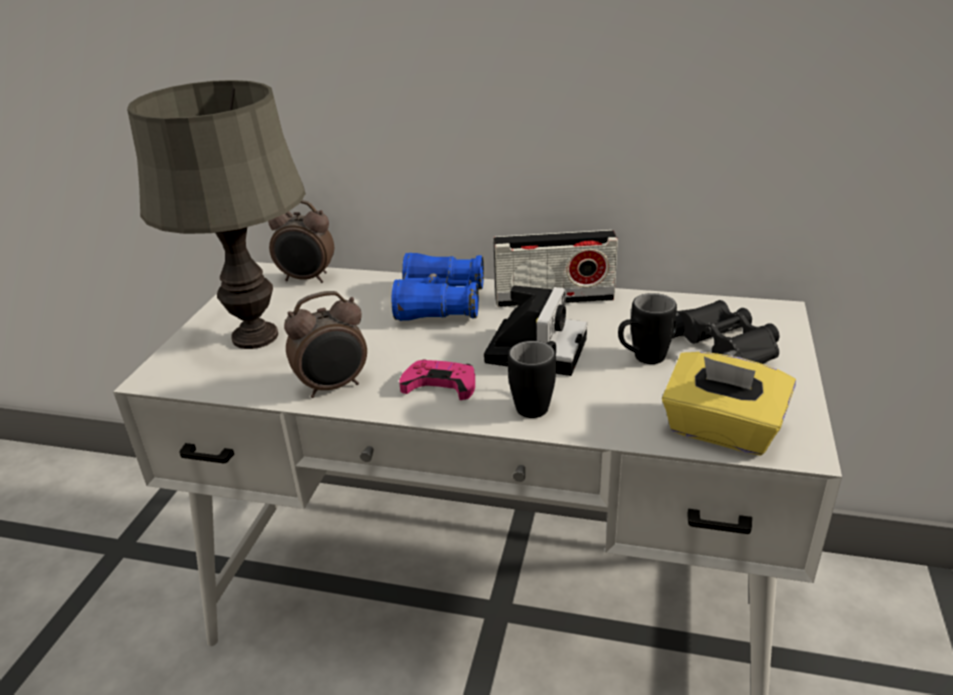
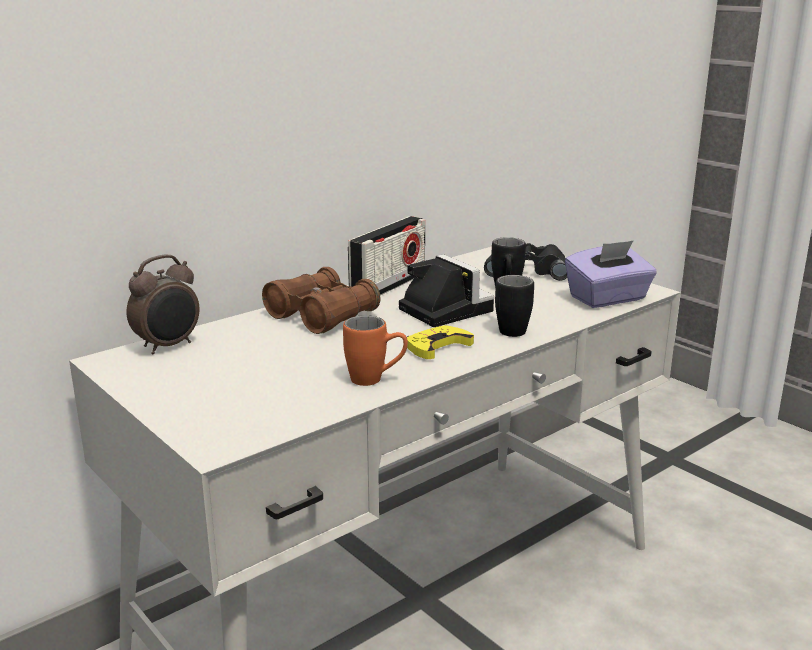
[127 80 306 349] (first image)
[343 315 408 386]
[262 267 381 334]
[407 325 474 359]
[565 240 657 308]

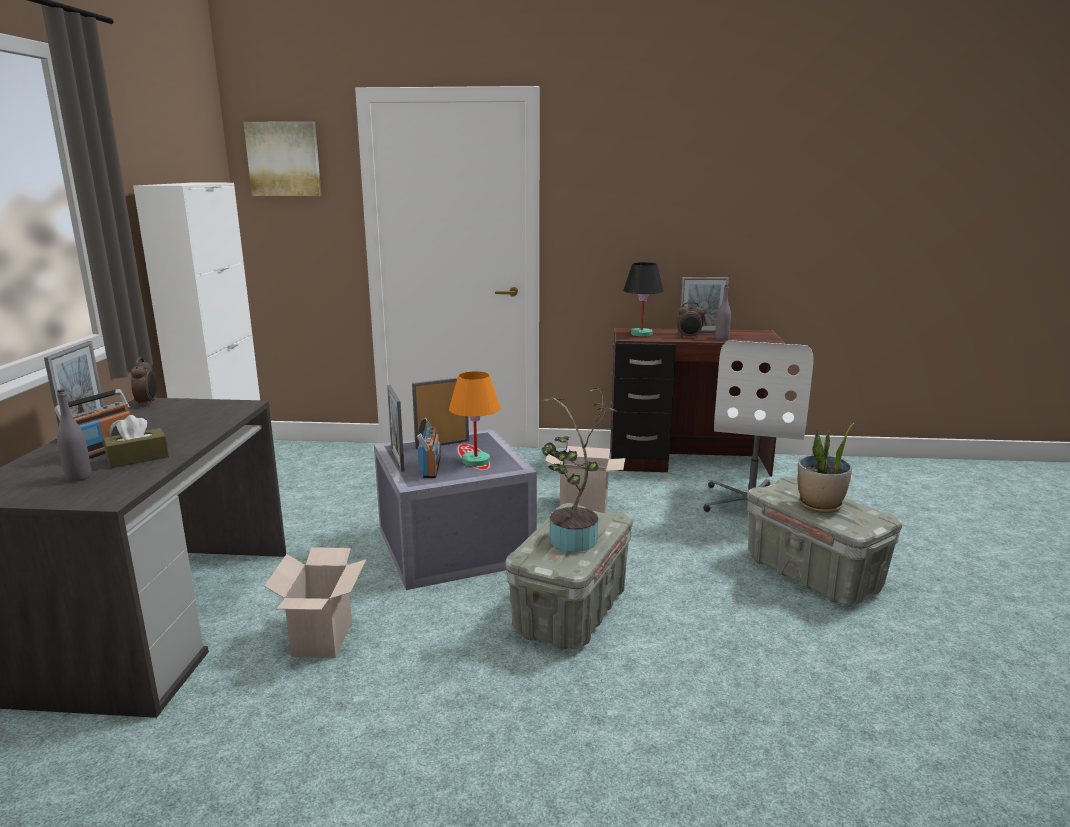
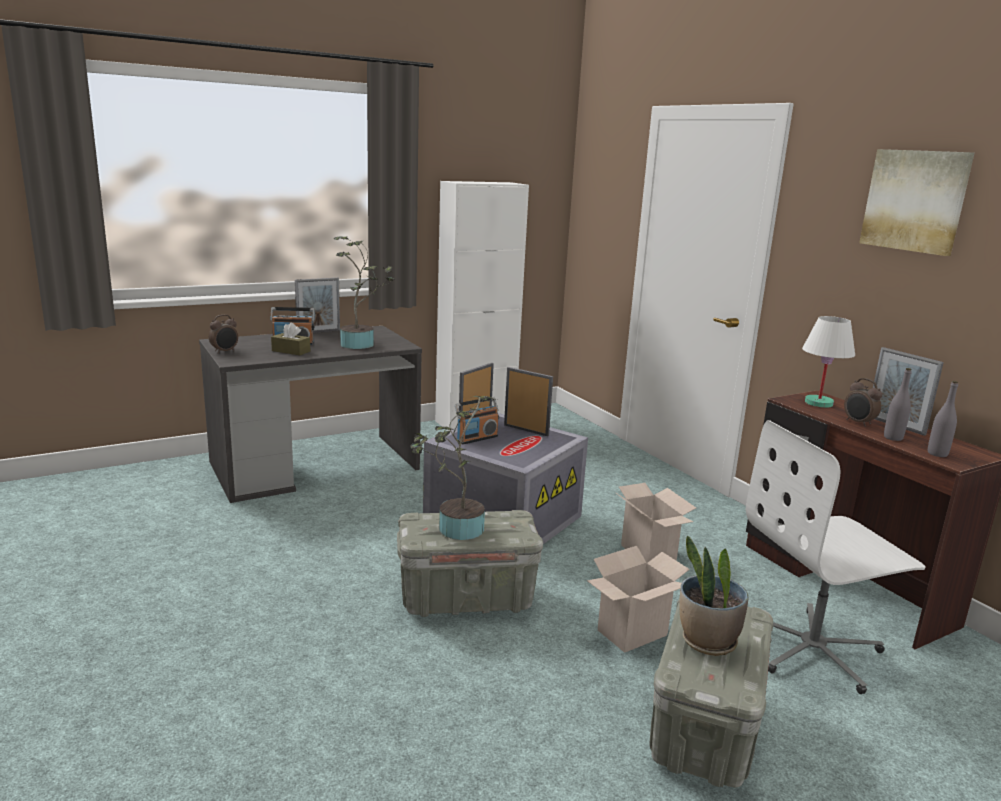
[449 371 500 466] (first image)
[334 236 394 349]
[928 381 958 457]
[209 315 238 354]
[859 149 974 256]
[587 546 690 653]
[802 316 855 408]

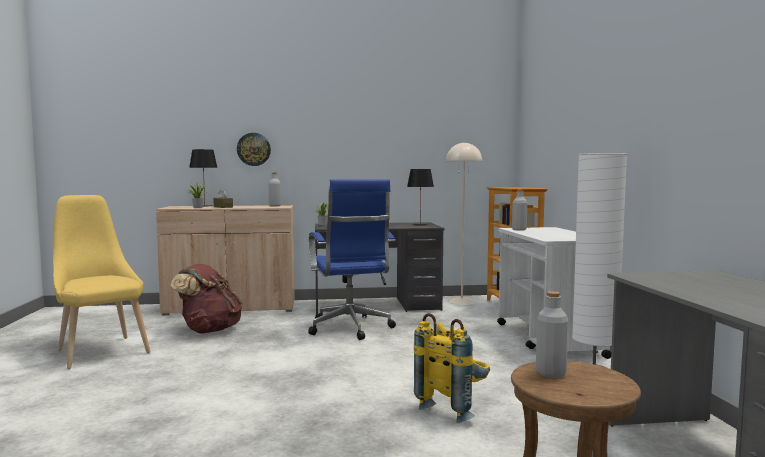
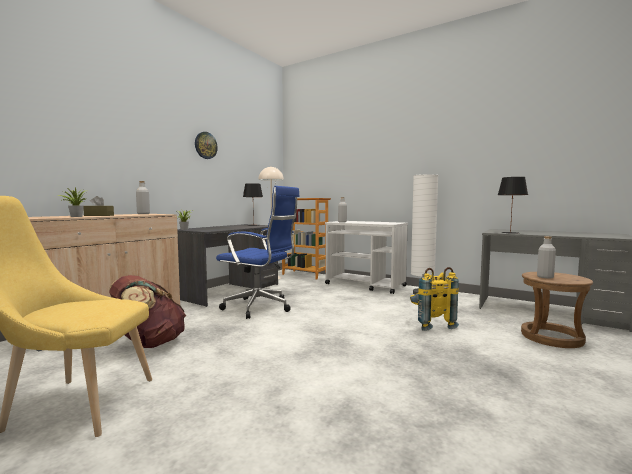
[498 177 528 234]
[195 132 218 159]

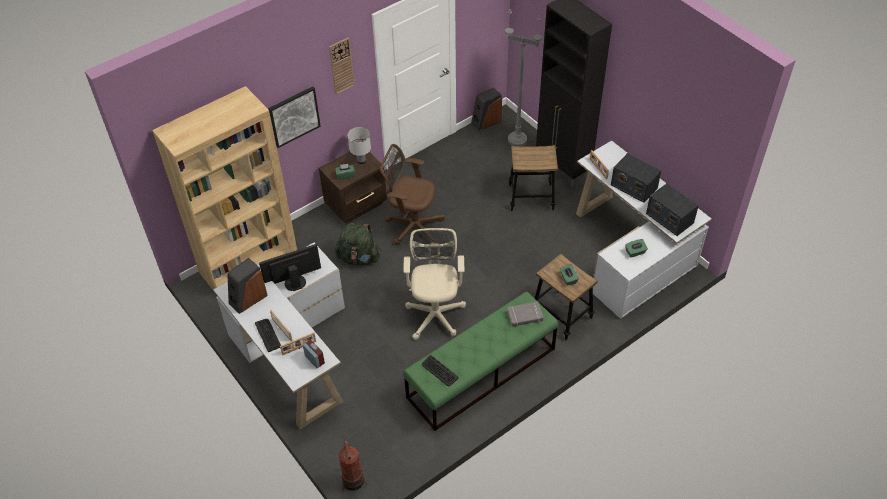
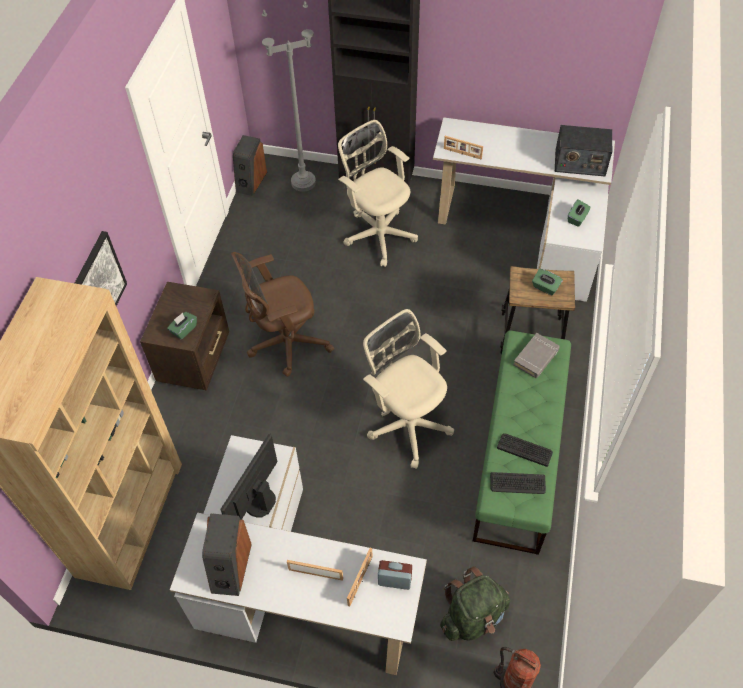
[329 37 355 95] (first image)
[348 127 371 164] (first image)
[611 153 661 203] (first image)
[497 433 553 467]
[440 566 510 641]
[338 120 418 267]

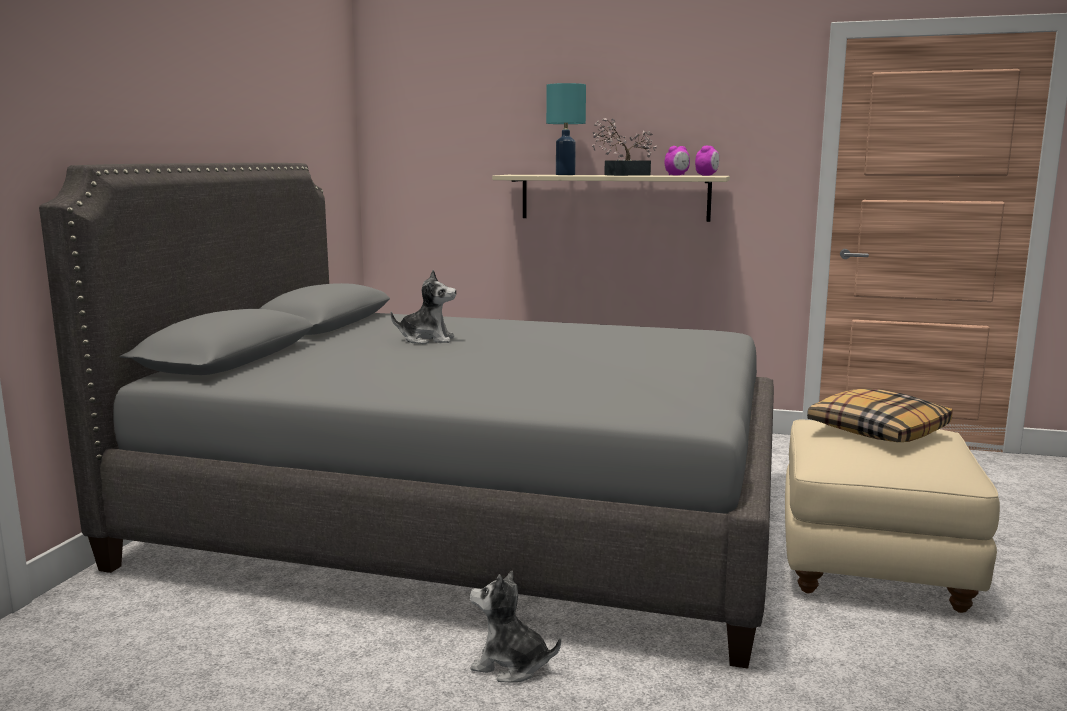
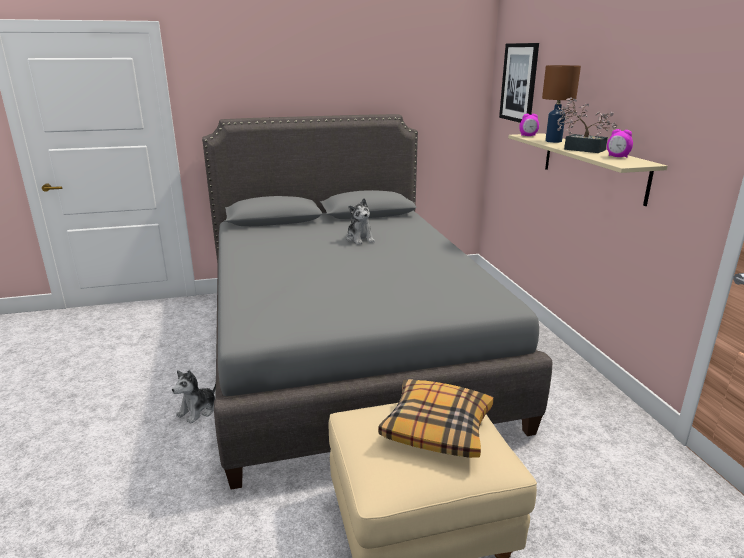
[499 43 539 123]
[519 114 539 136]
[542 65 581 143]
[172 370 216 424]

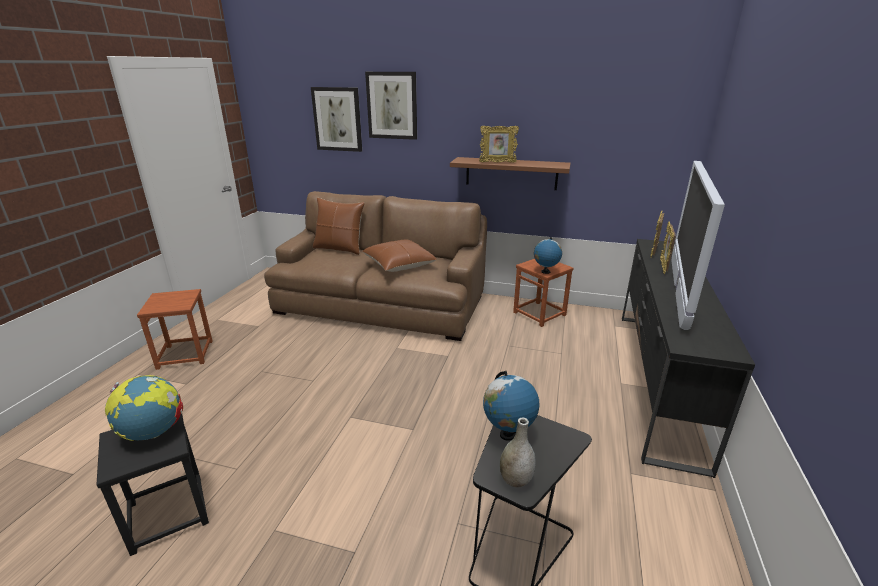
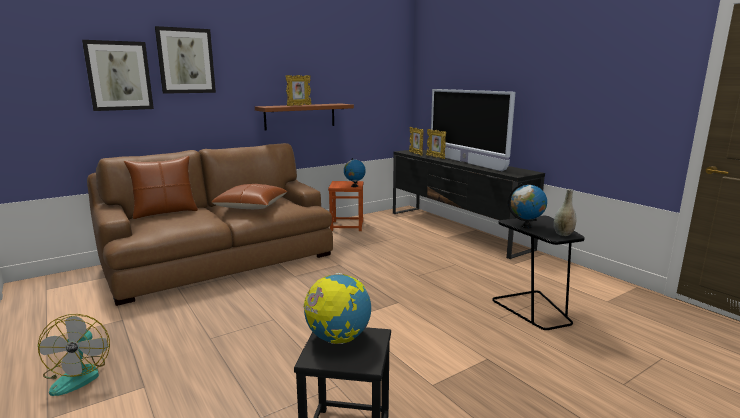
[38 314 110 396]

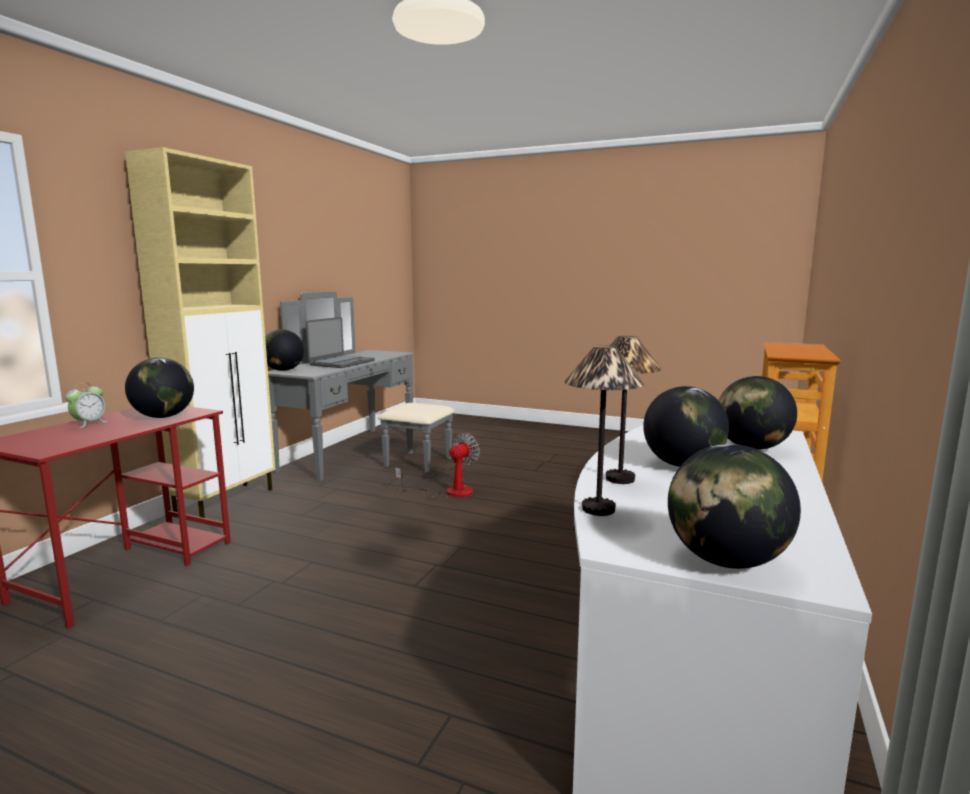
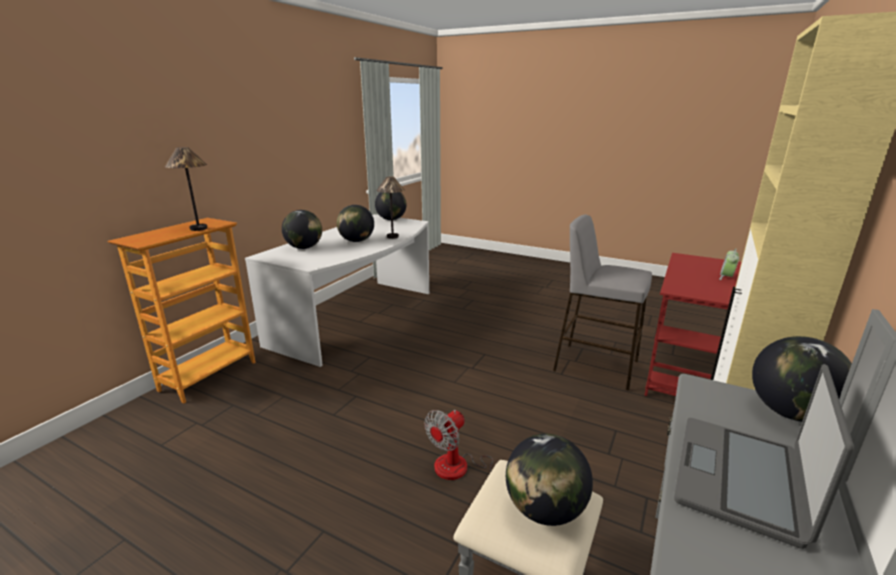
[553 214 652 391]
[506 434 593 526]
[165 147 207 231]

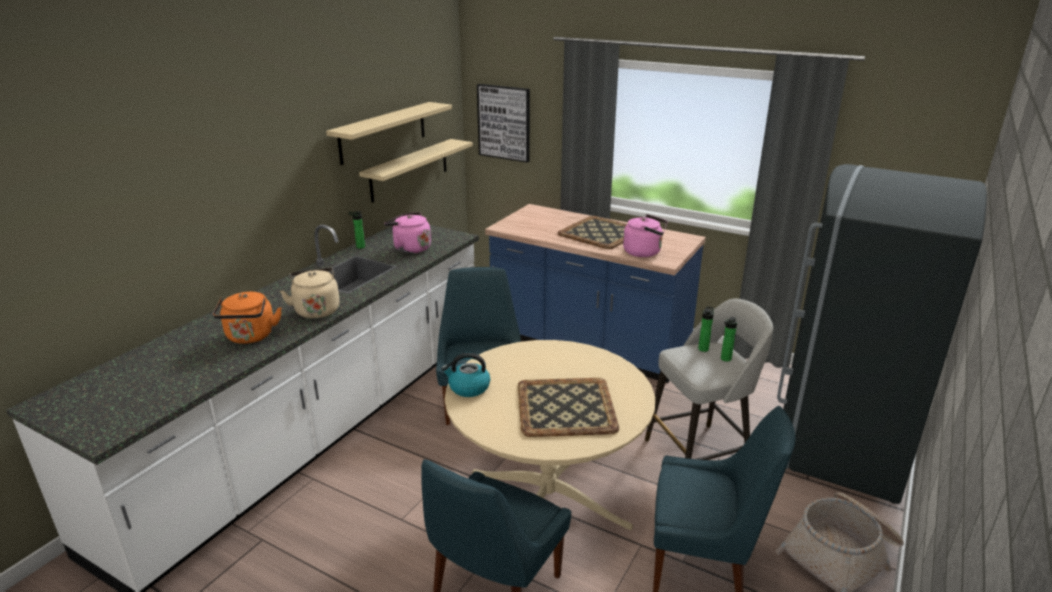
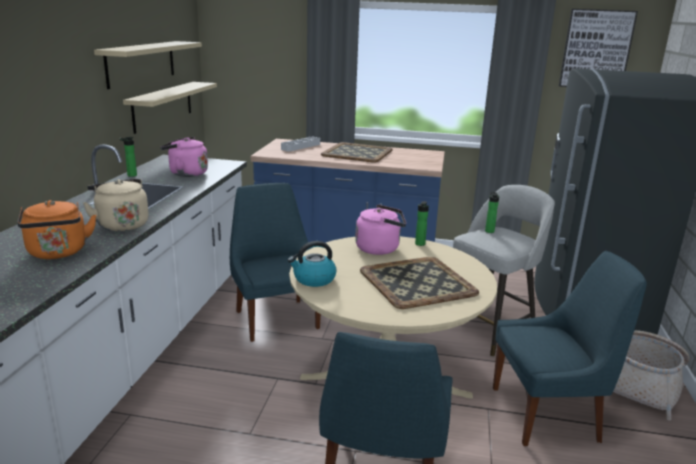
[281 137 320 151]
[559 9 638 87]
[355 204 406 255]
[415 201 429 246]

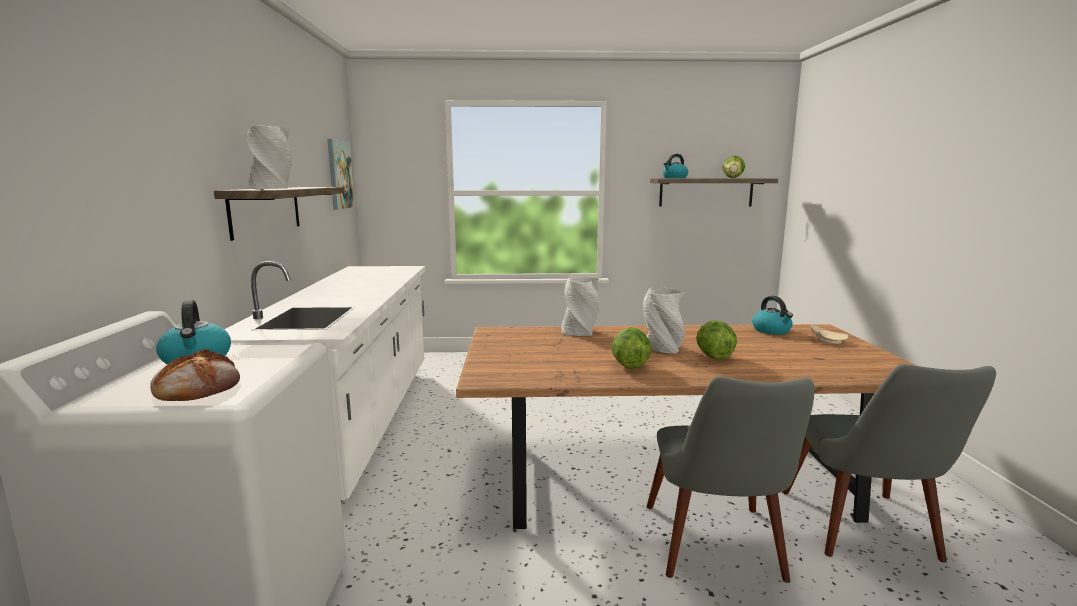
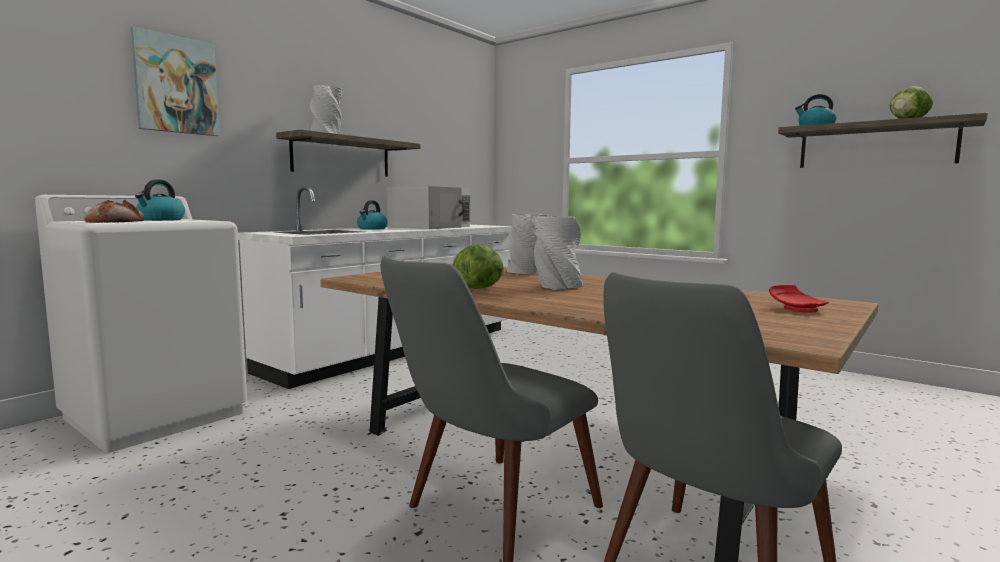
[696 320 737 360] (first image)
[387 186 470 229]
[131 27 220 136]
[357 200 388 230]
[769 285 829 313]

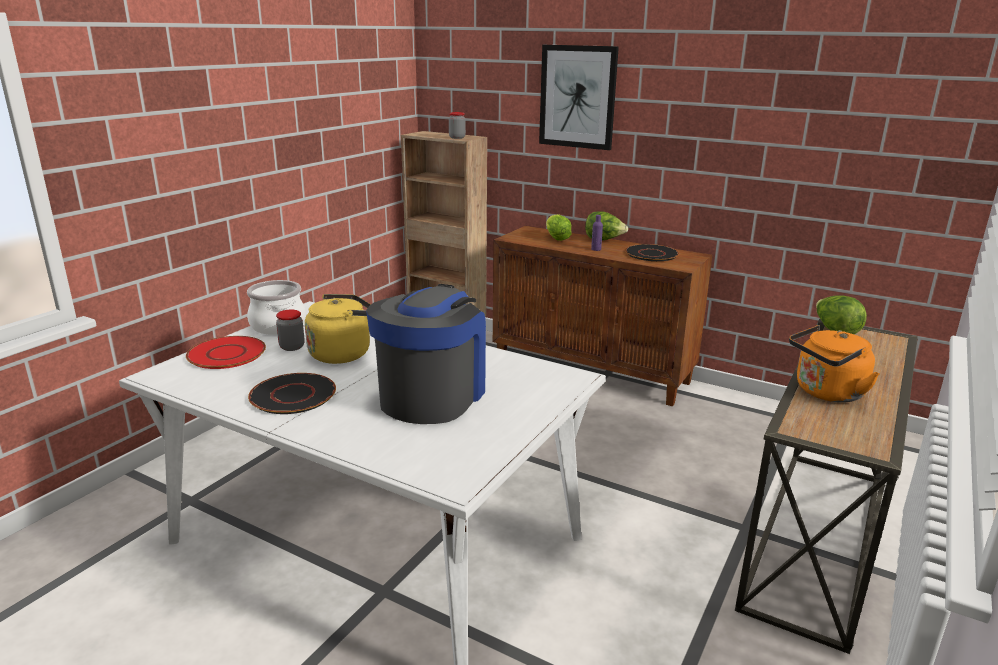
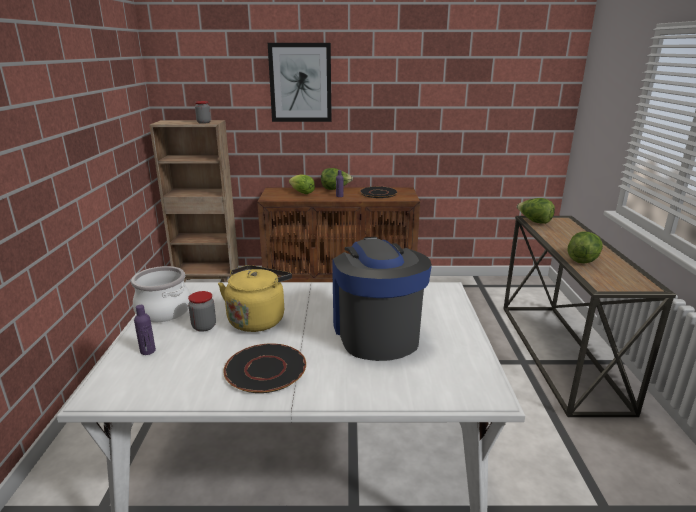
[134 305 156 355]
[568 231 603 263]

